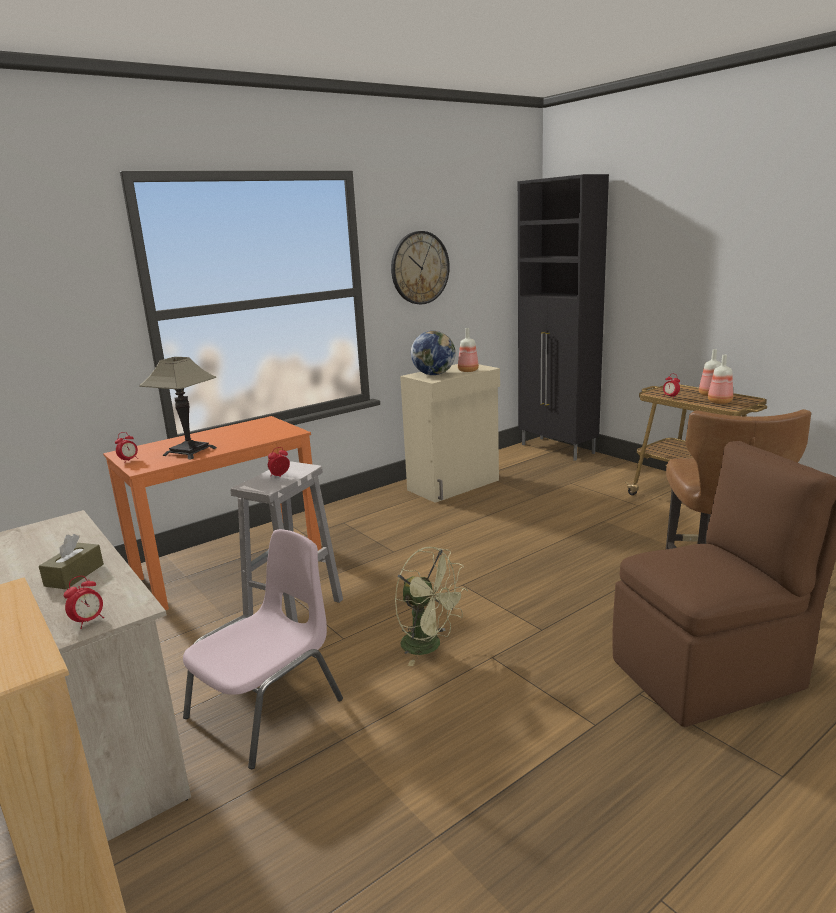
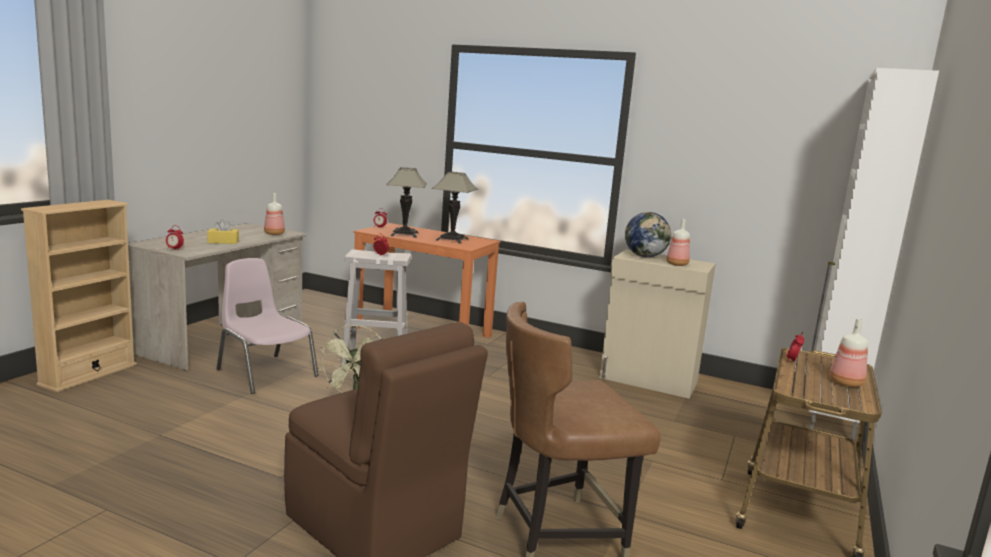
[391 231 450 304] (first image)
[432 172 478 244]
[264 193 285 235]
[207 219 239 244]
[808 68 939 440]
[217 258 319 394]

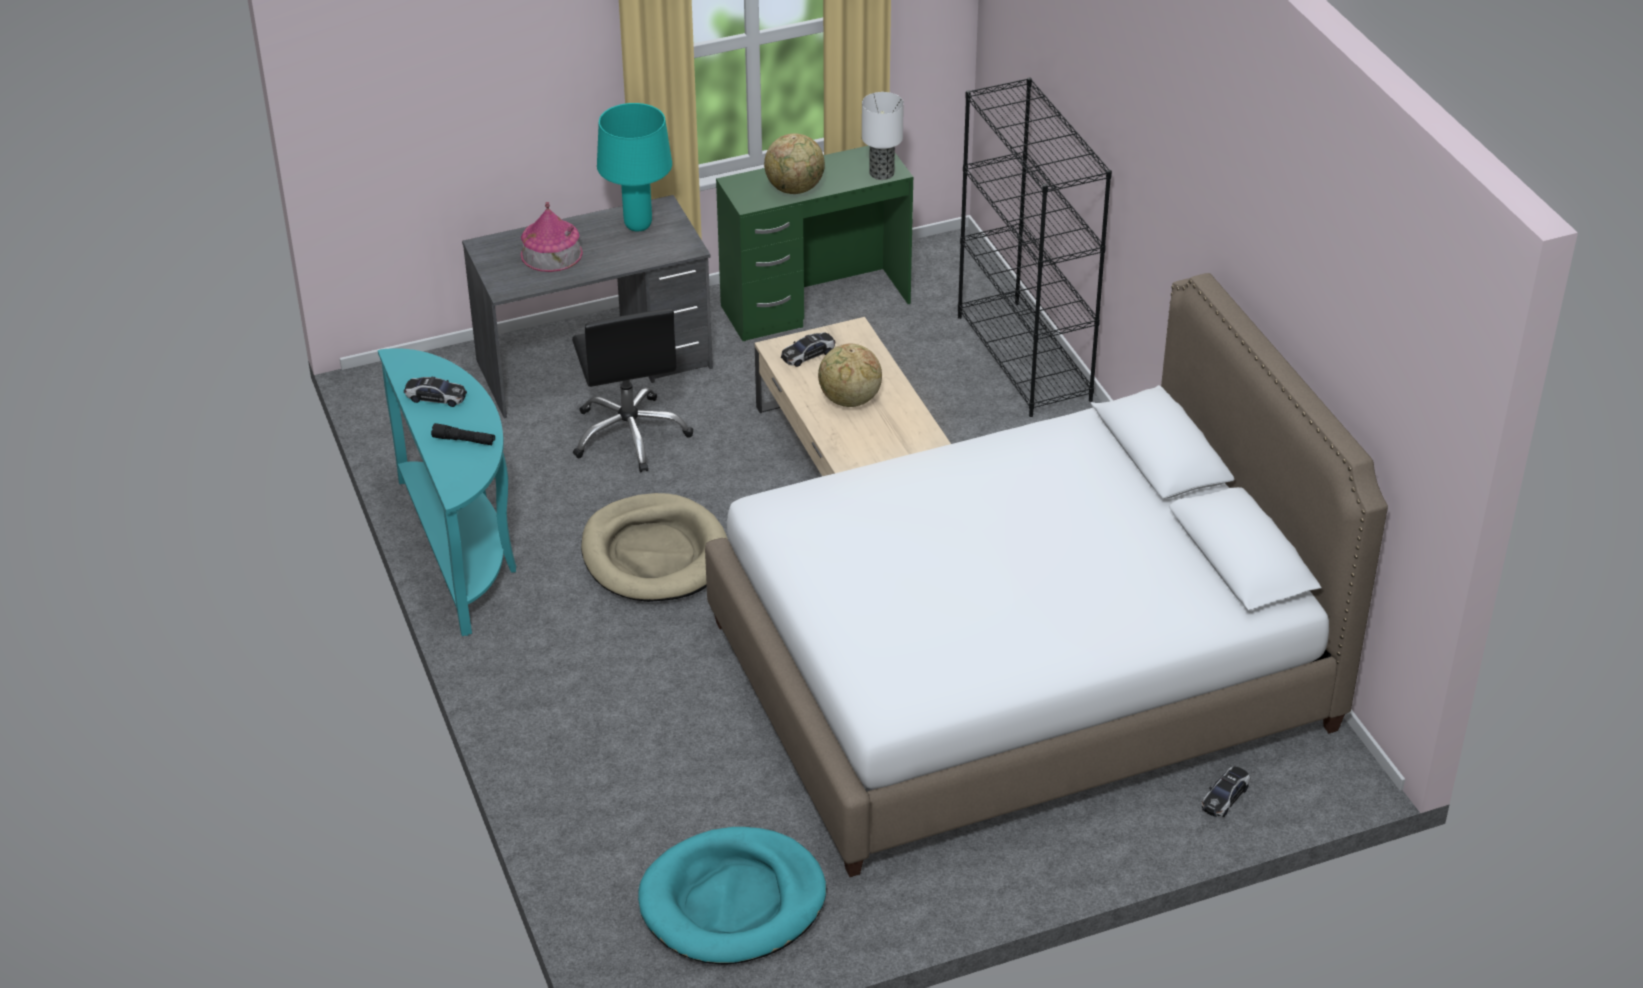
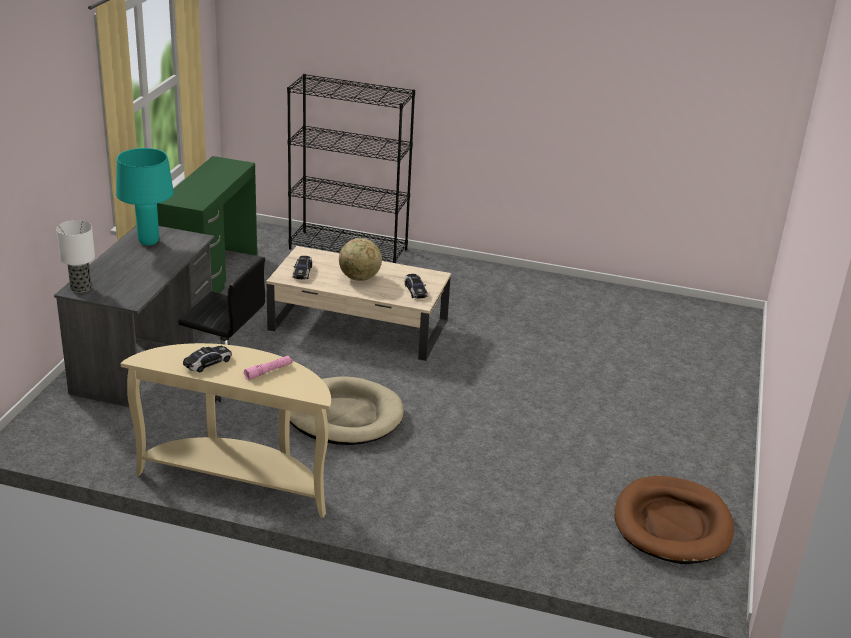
[521 202 583 272] (first image)
[705 273 1388 877] (first image)
[764 133 825 194] (first image)
[56 220 95 293]
[405 274 428 298]
[120 343 331 518]
[244 356 293 380]
[615 476 734 564]

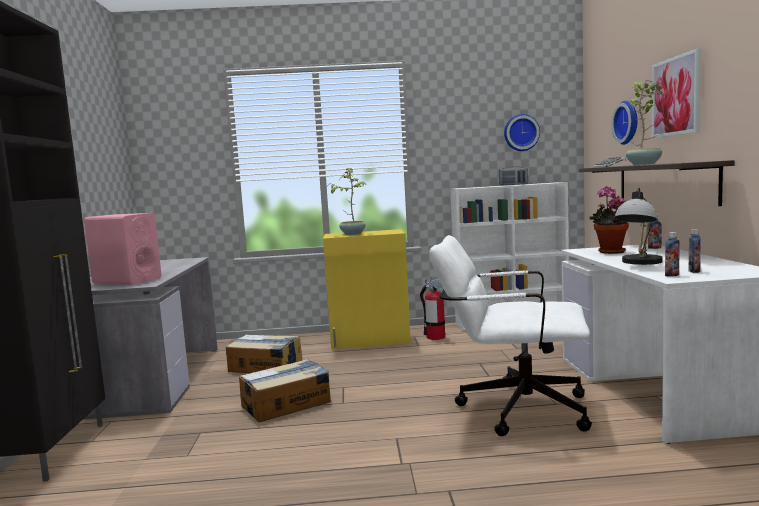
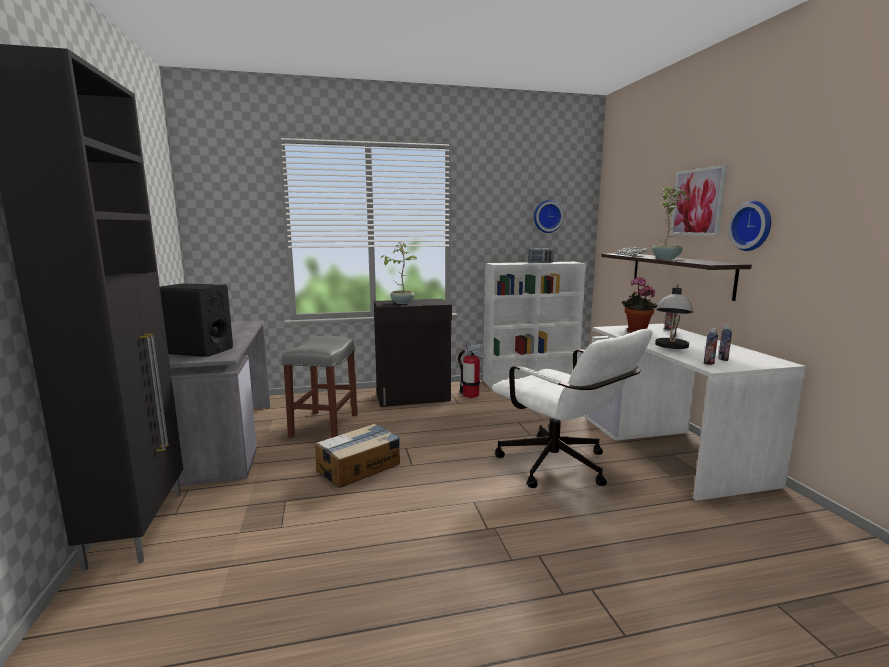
[728 201 771 251]
[282 336 358 438]
[160 283 233 357]
[374 299 452 407]
[492 329 652 488]

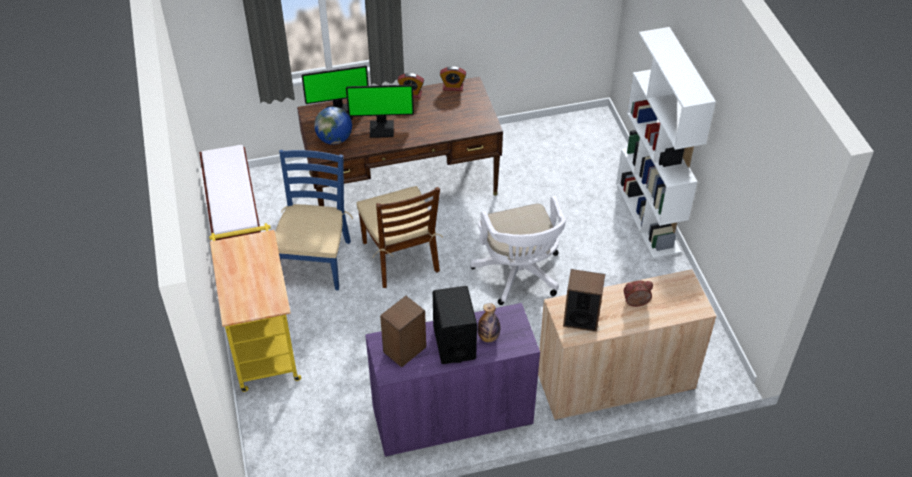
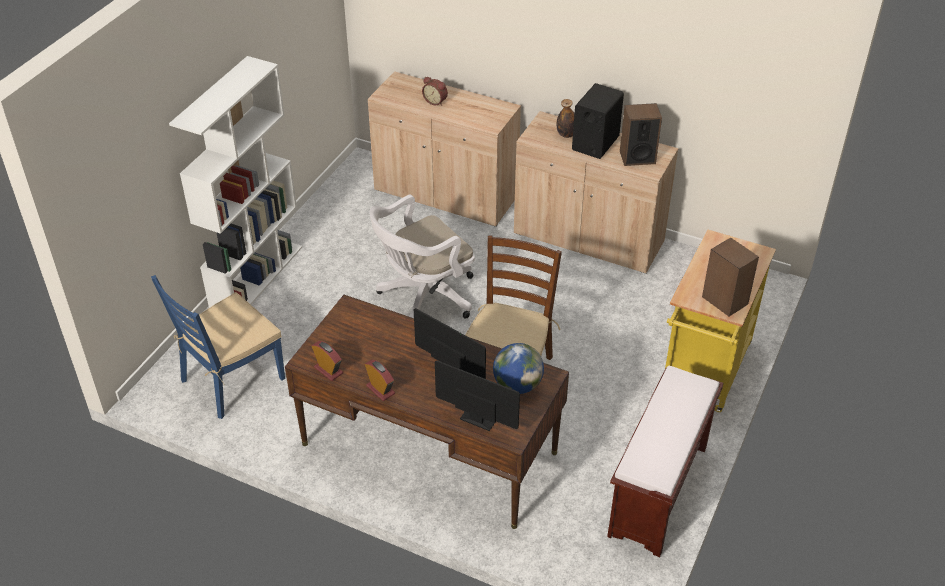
[151 275 285 419]
[702 237 759 317]
[514 111 678 274]
[369 195 475 319]

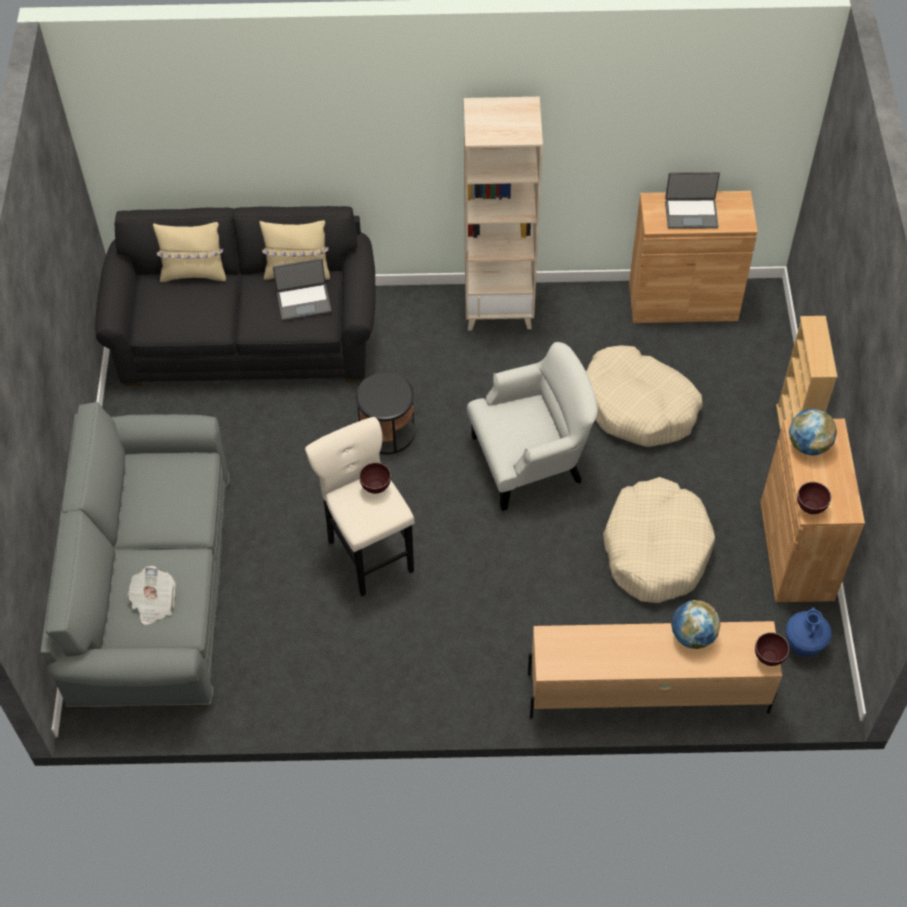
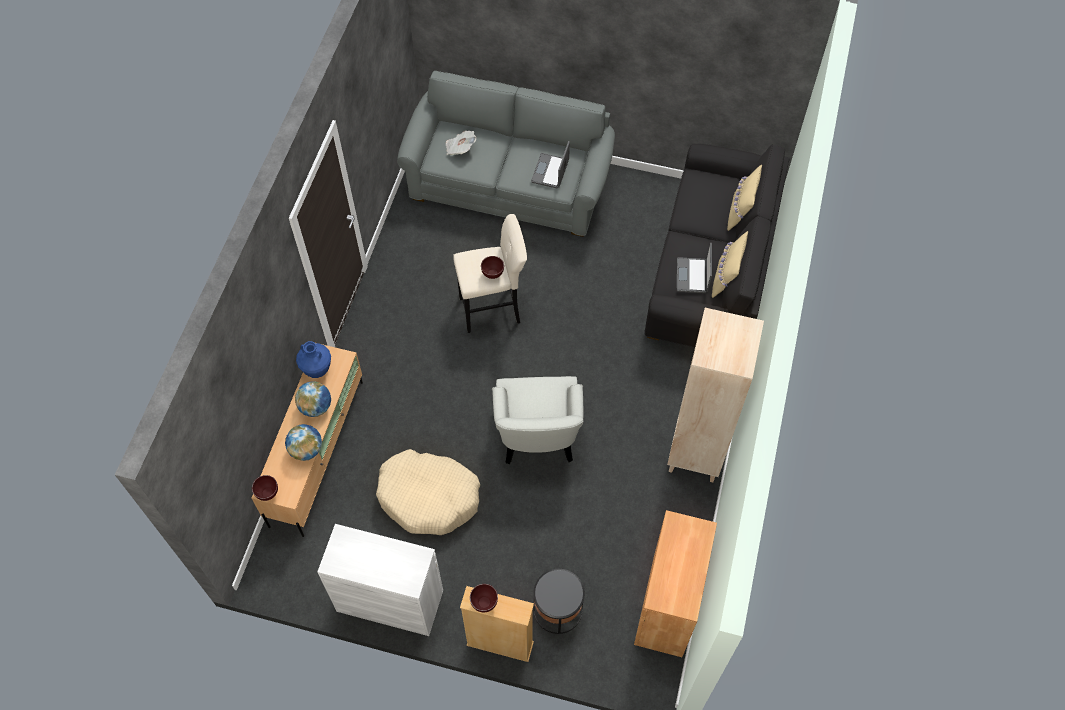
[586 345 702 447] (first image)
[533 569 585 634]
[531 141 570 189]
[296 341 331 378]
[295 381 331 417]
[470 584 498 612]
[317 524 443 636]

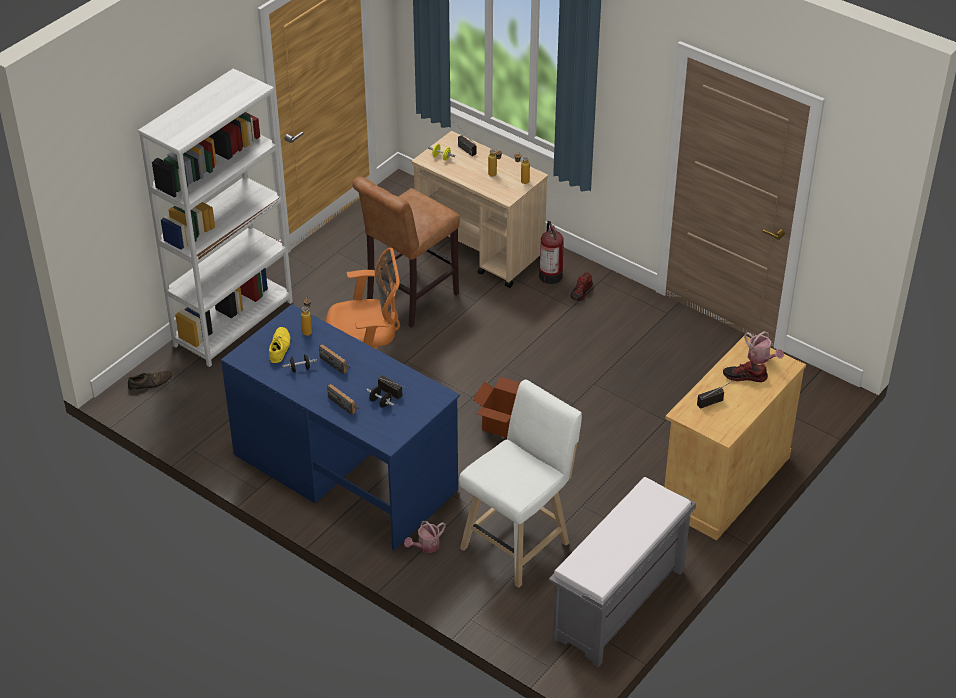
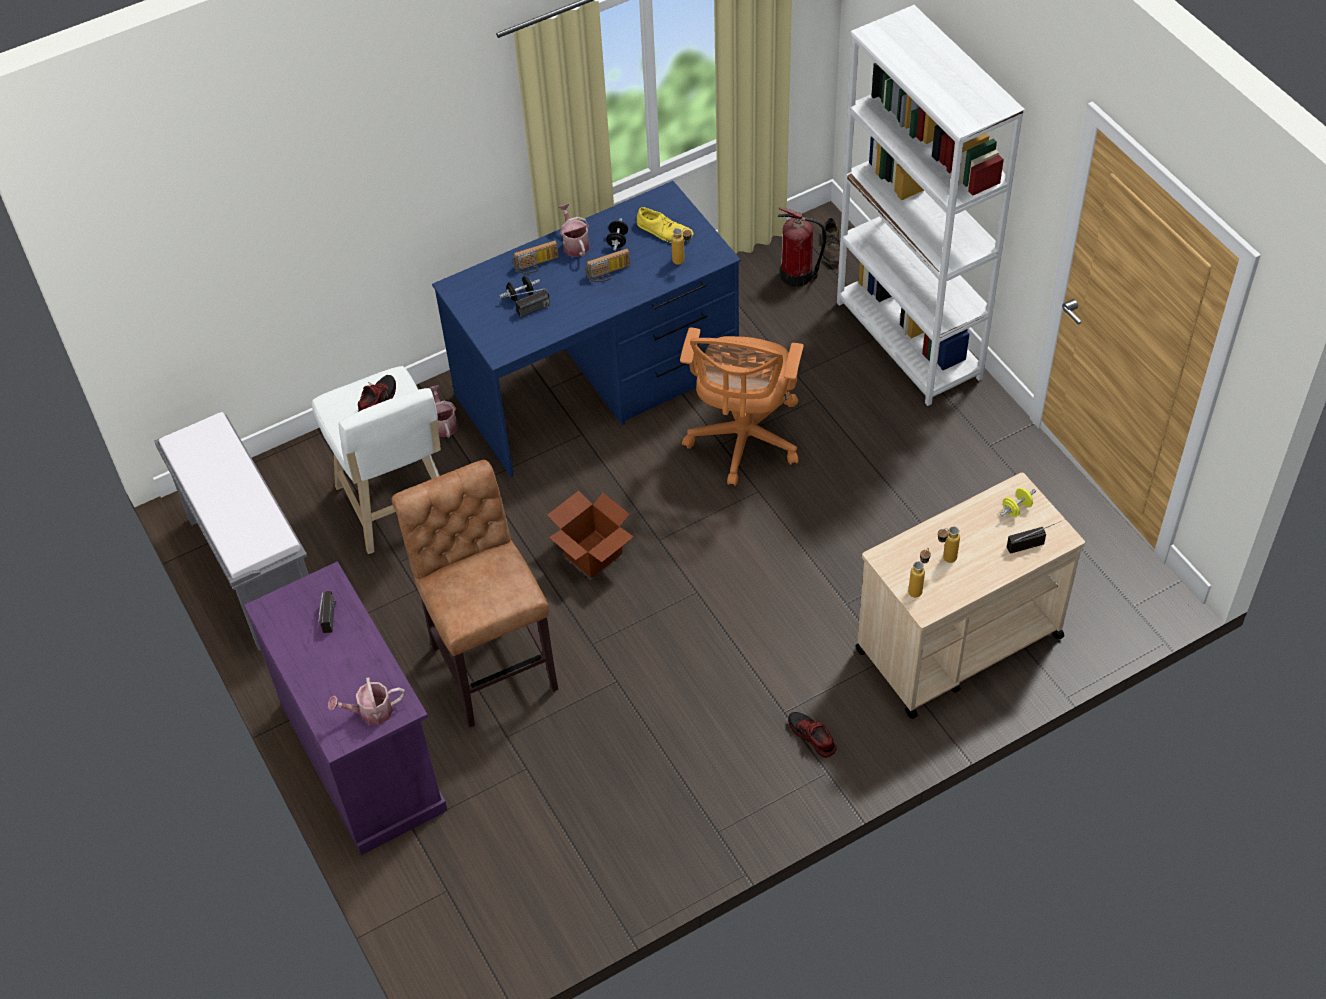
[558 203 590 257]
[392 460 558 727]
[778 207 826 287]
[358 375 396 412]
[244 561 448 855]

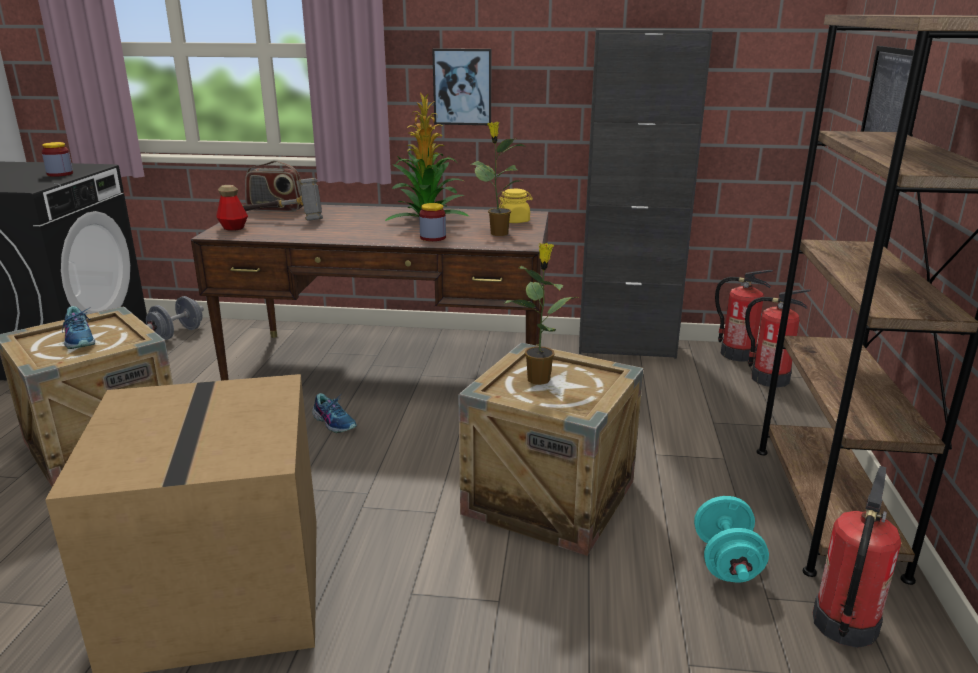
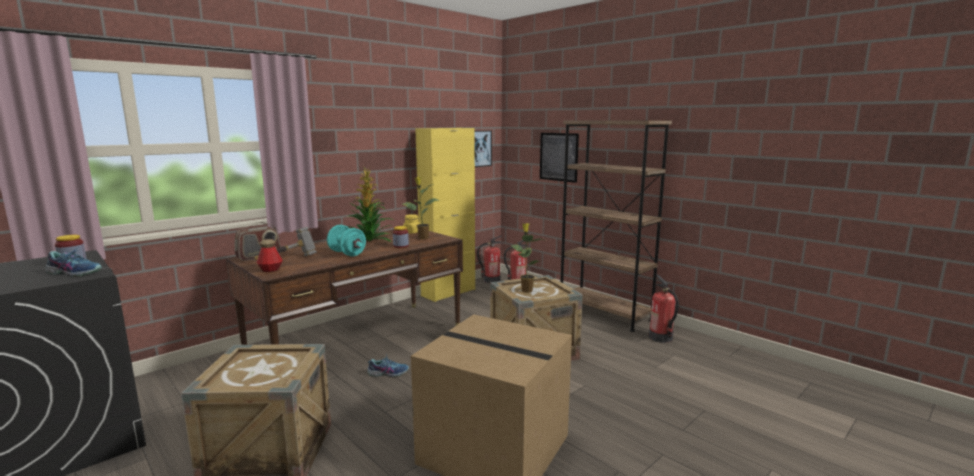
[146 296 204 340] (first image)
[45 247 102 277]
[474 130 492 167]
[327 225 366 256]
[415 128 475 302]

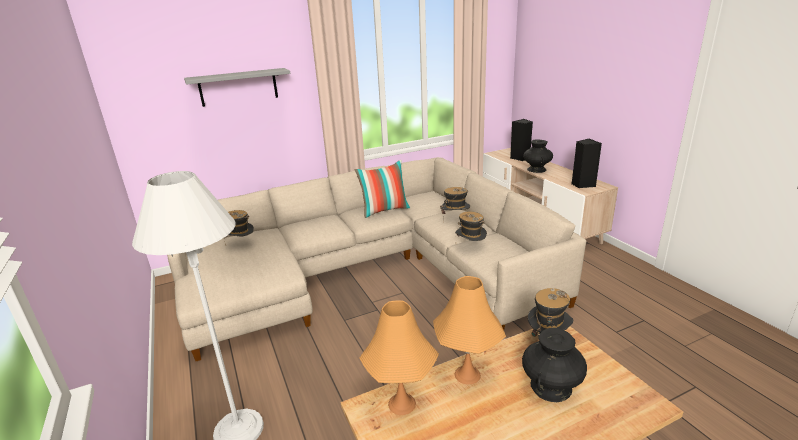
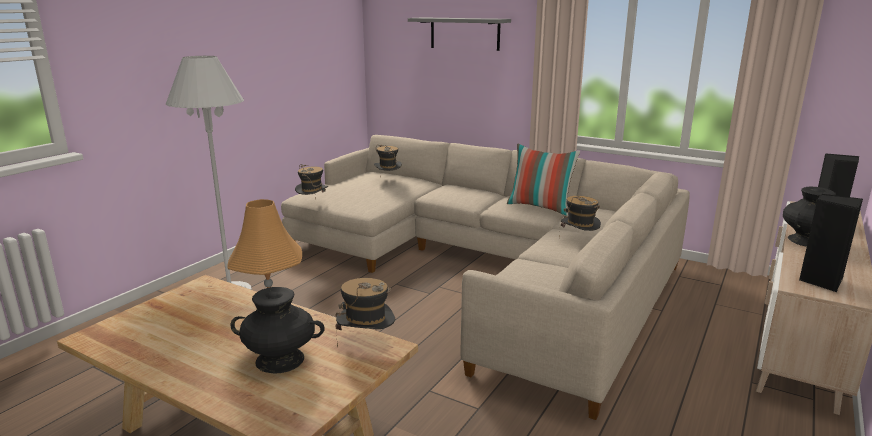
[359 300 439 415] (first image)
[295 164 328 199]

